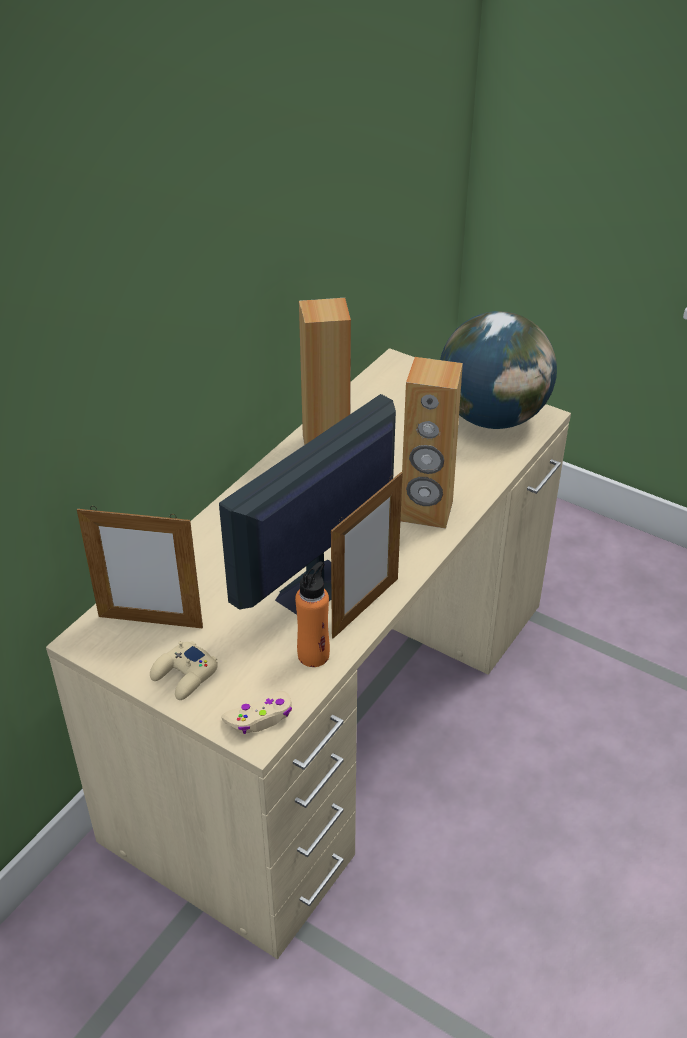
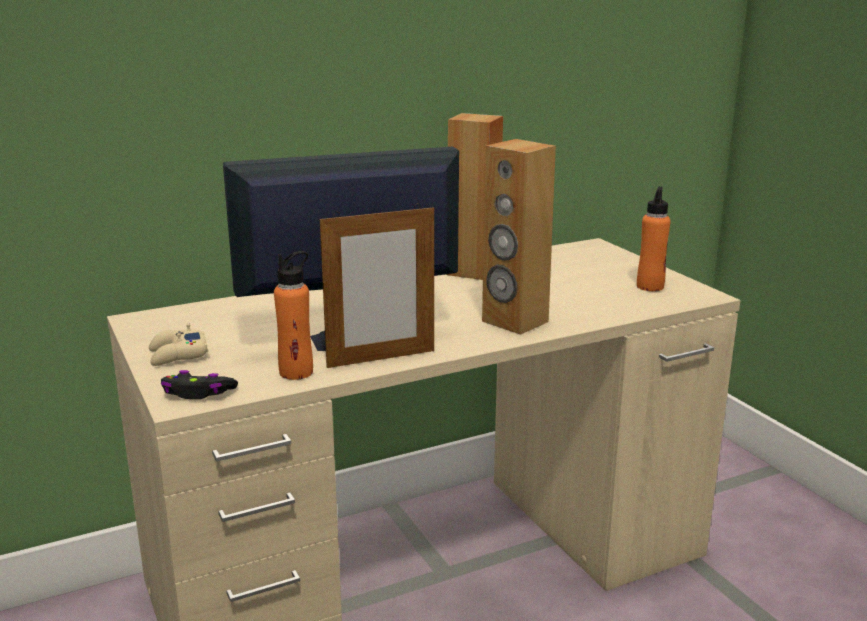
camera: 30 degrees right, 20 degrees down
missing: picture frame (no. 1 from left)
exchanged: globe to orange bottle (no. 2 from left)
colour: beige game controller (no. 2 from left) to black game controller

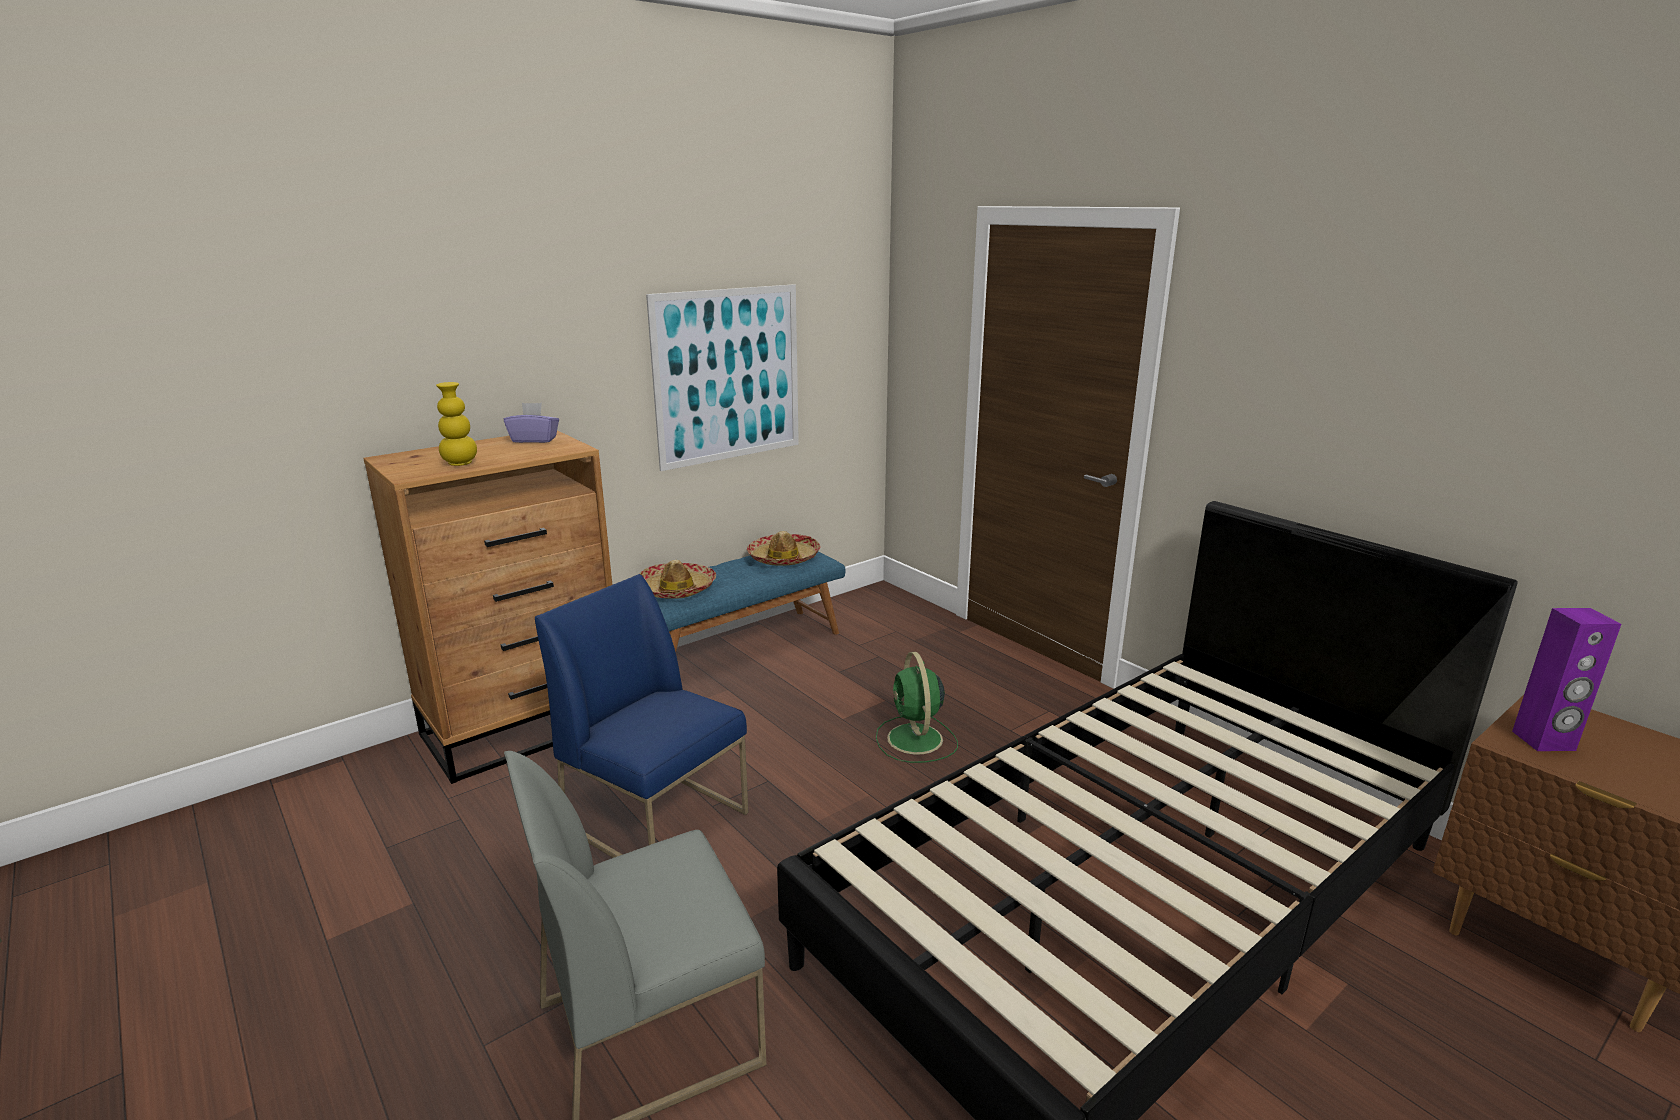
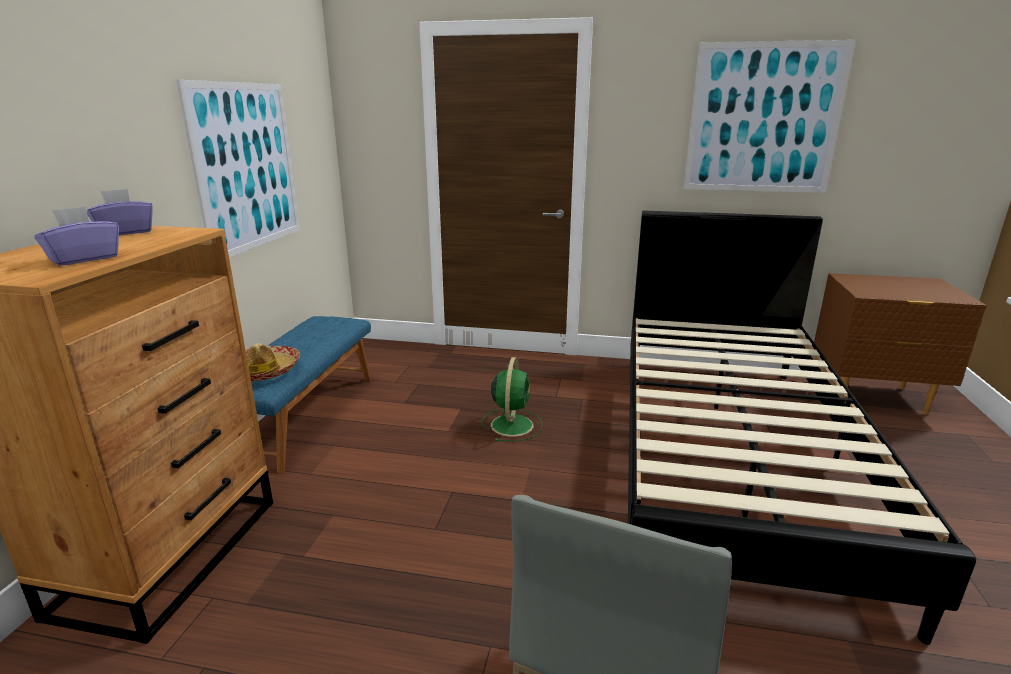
camera: 40 degrees left, 0 degrees up
missing: blue chair; hat (no. 2 from left); purple speaker
appeared: picture (no. 2 from left)
exchanged: yellow vase to purple tissue box (no. 1 from left)
spun: green fan 120 degrees counterclockwise

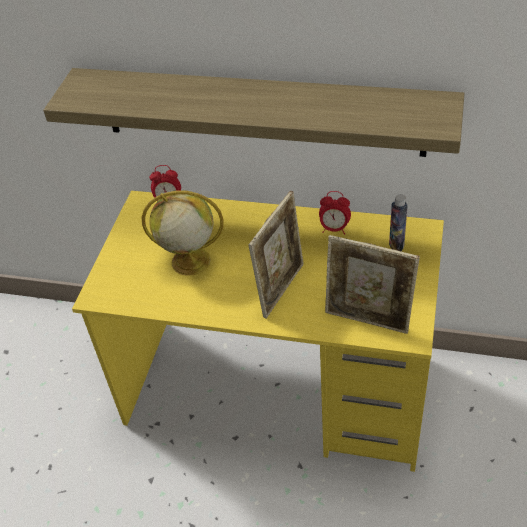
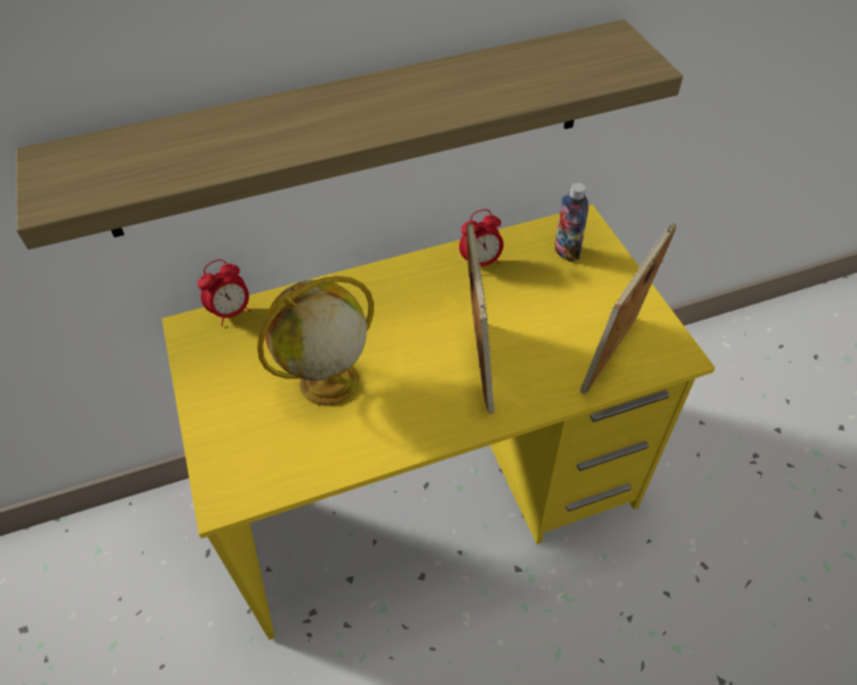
camera: 35 degrees left, 5 degrees up
spun: picture frame (no. 2 from left) 135 degrees clockwise

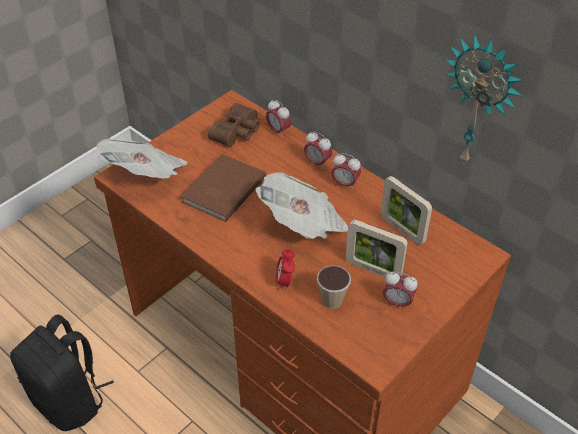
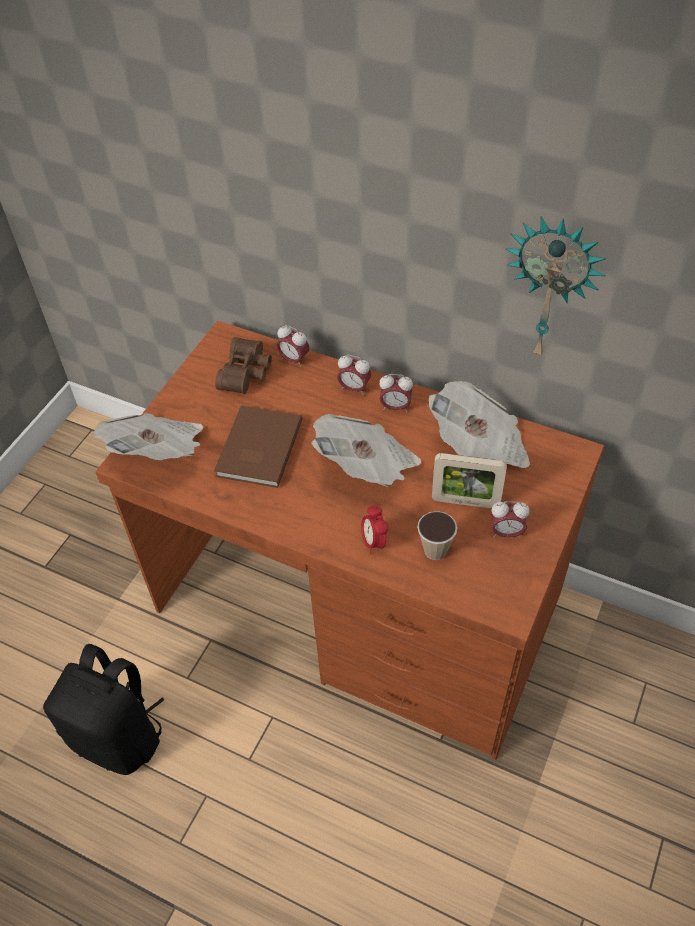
camera: 15 degrees left, 5 degrees up
exchanged: picture frame (no. 2 from left) to newspaper (no. 3 from left)

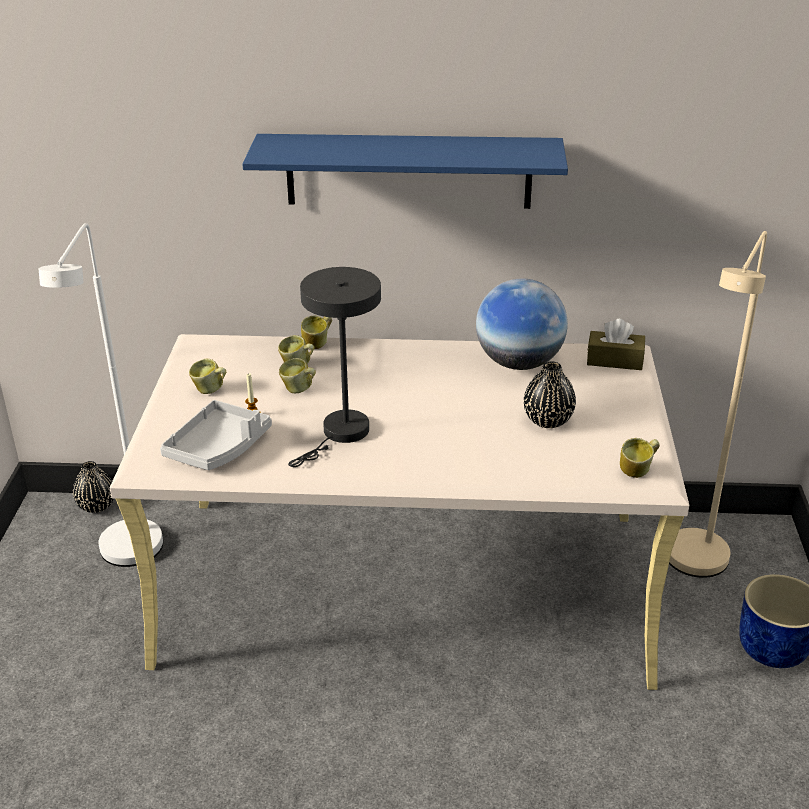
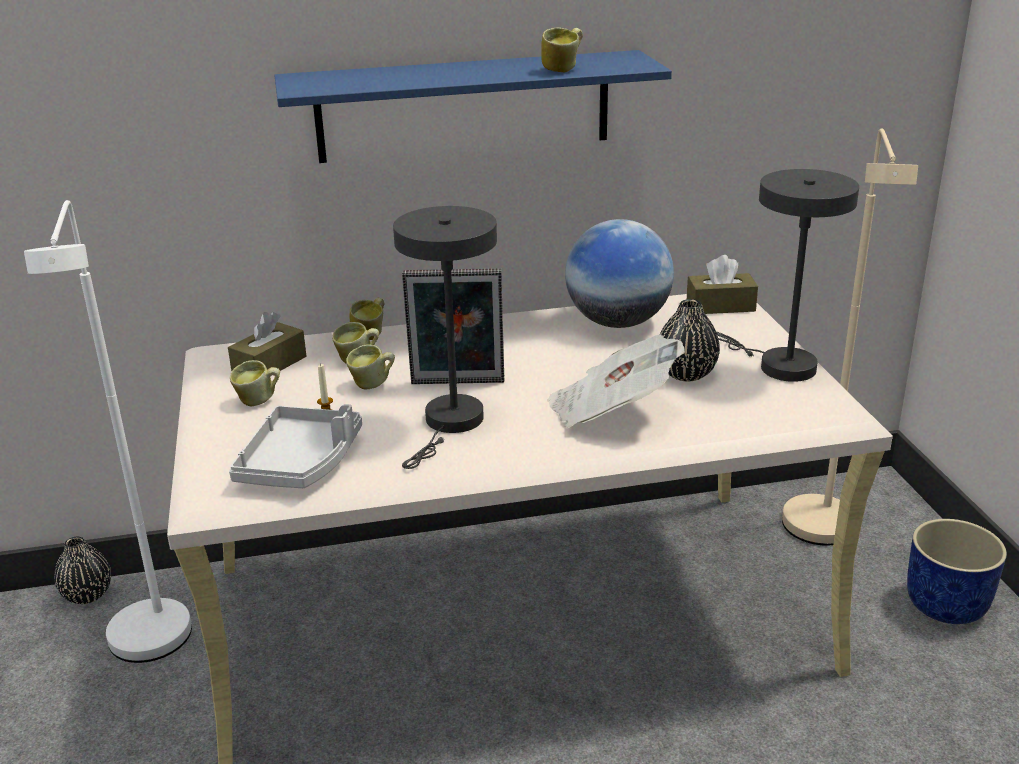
camera: 15 degrees left, 5 degrees down
appeared: brown tissue box (no. 1 from left); picture frame; newspaper; grey table lamp (no. 2 from left)
relocated: mug (no. 5 from left)

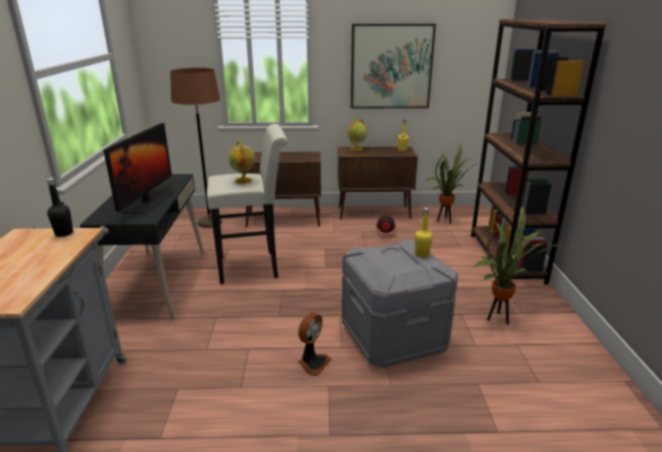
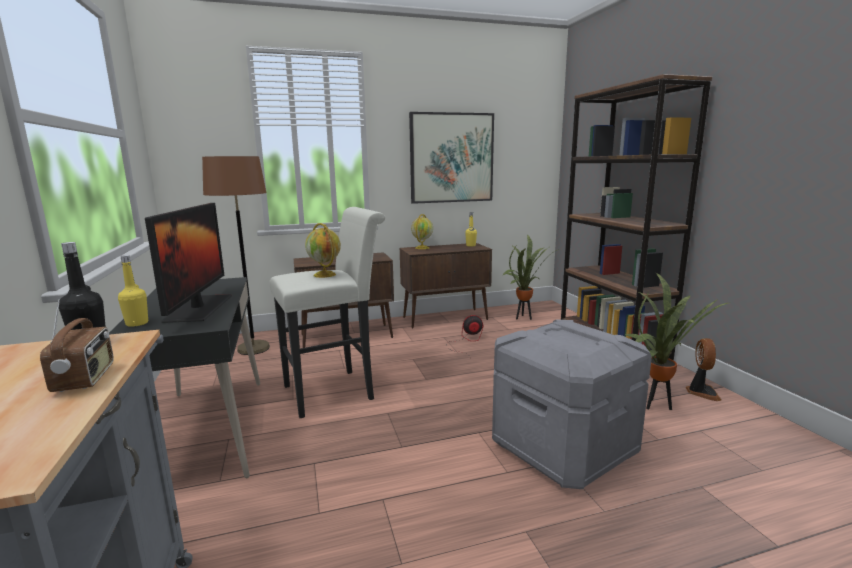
camera: 15 degrees left, 10 degrees down
appeared: radio
relocated: fan (no. 1 from left in the first image) to fan (no. 2 from left); yellow bottle (no. 2 from left in the first image) to yellow bottle (no. 1 from left)

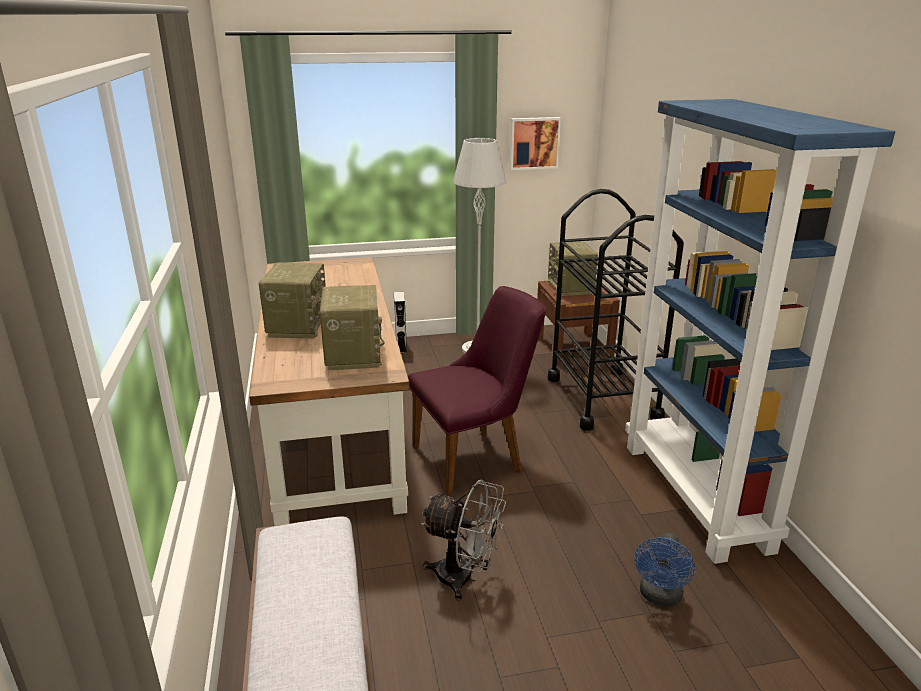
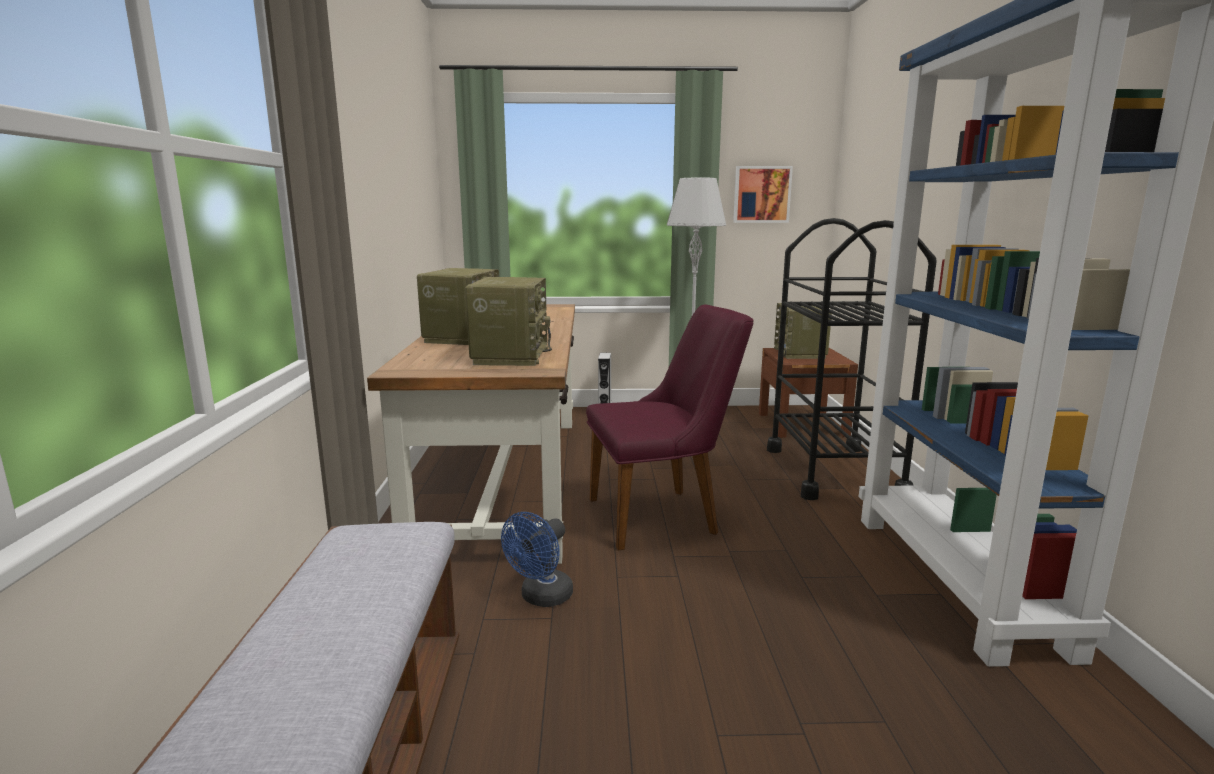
camera: 10 degrees right, 10 degrees down
missing: grey fan
relocated: blue fan

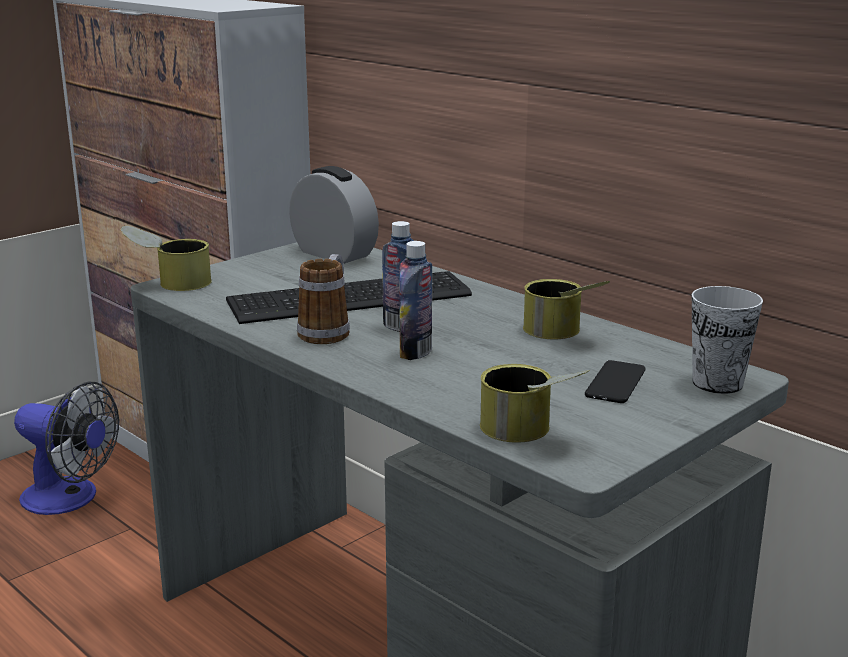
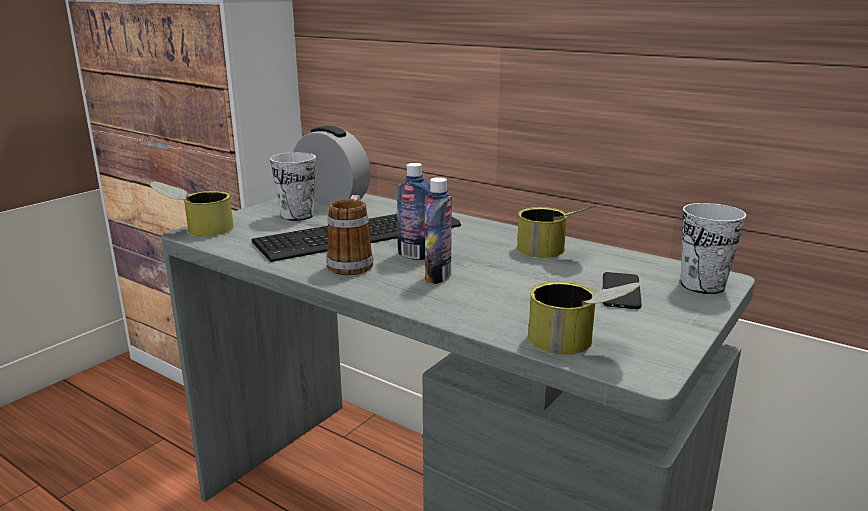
camera: 10 degrees left, 0 degrees up
missing: fan
appeared: cup (no. 1 from left)

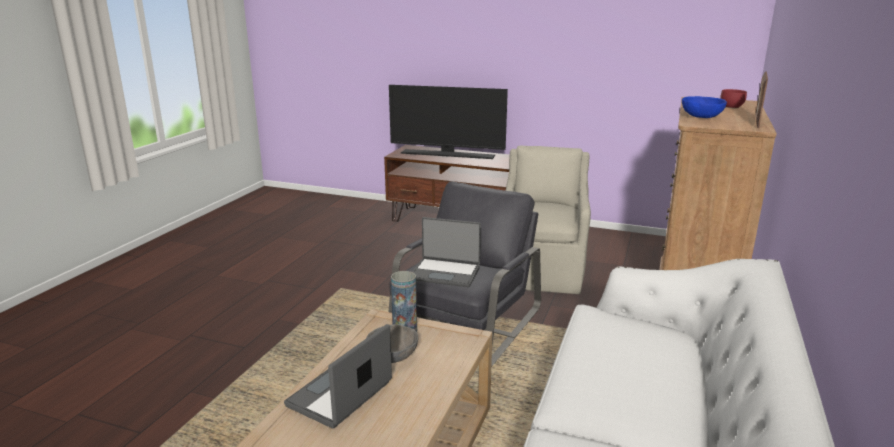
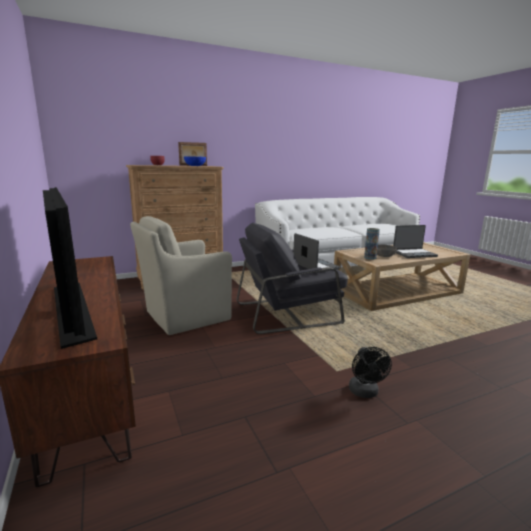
camera: 135 degrees left, 5 degrees down
appeared: black fan

